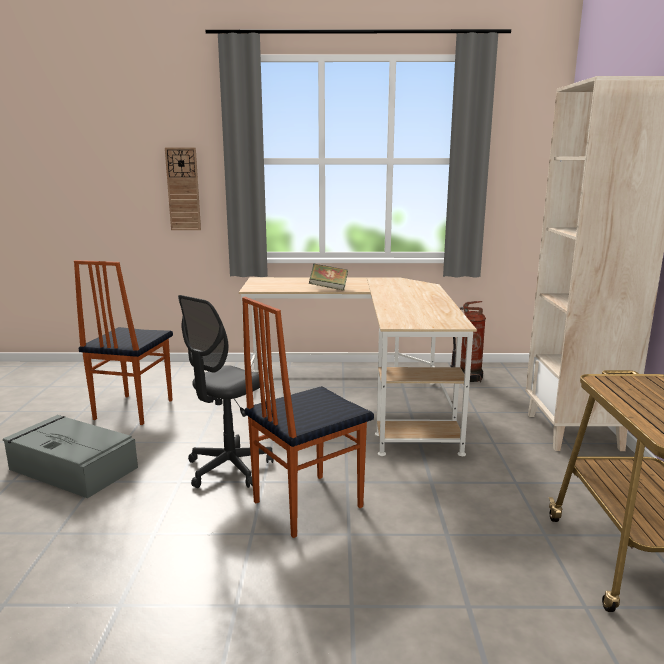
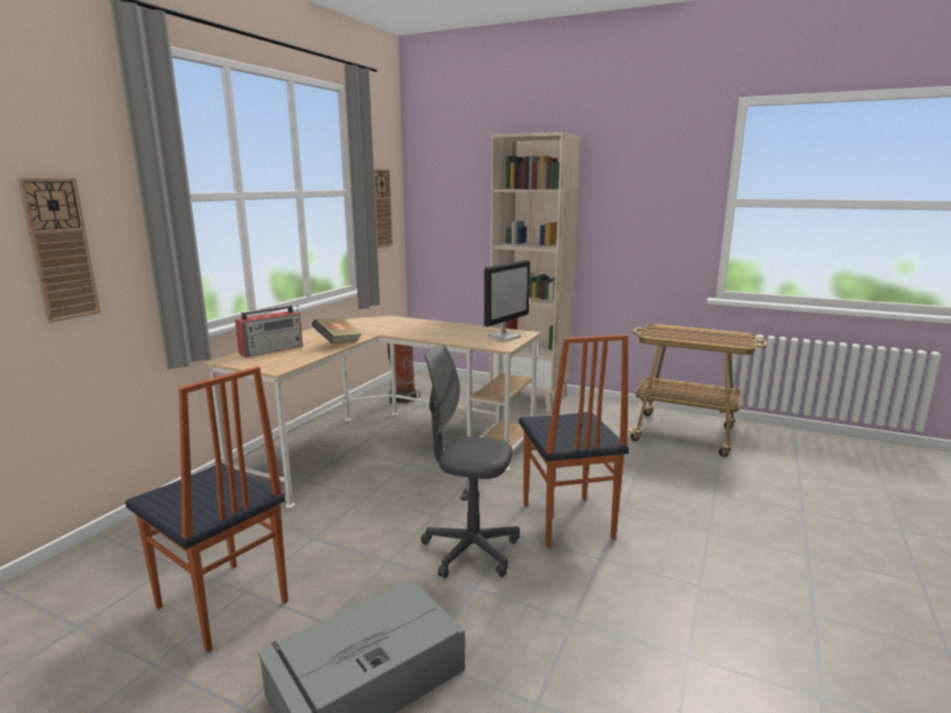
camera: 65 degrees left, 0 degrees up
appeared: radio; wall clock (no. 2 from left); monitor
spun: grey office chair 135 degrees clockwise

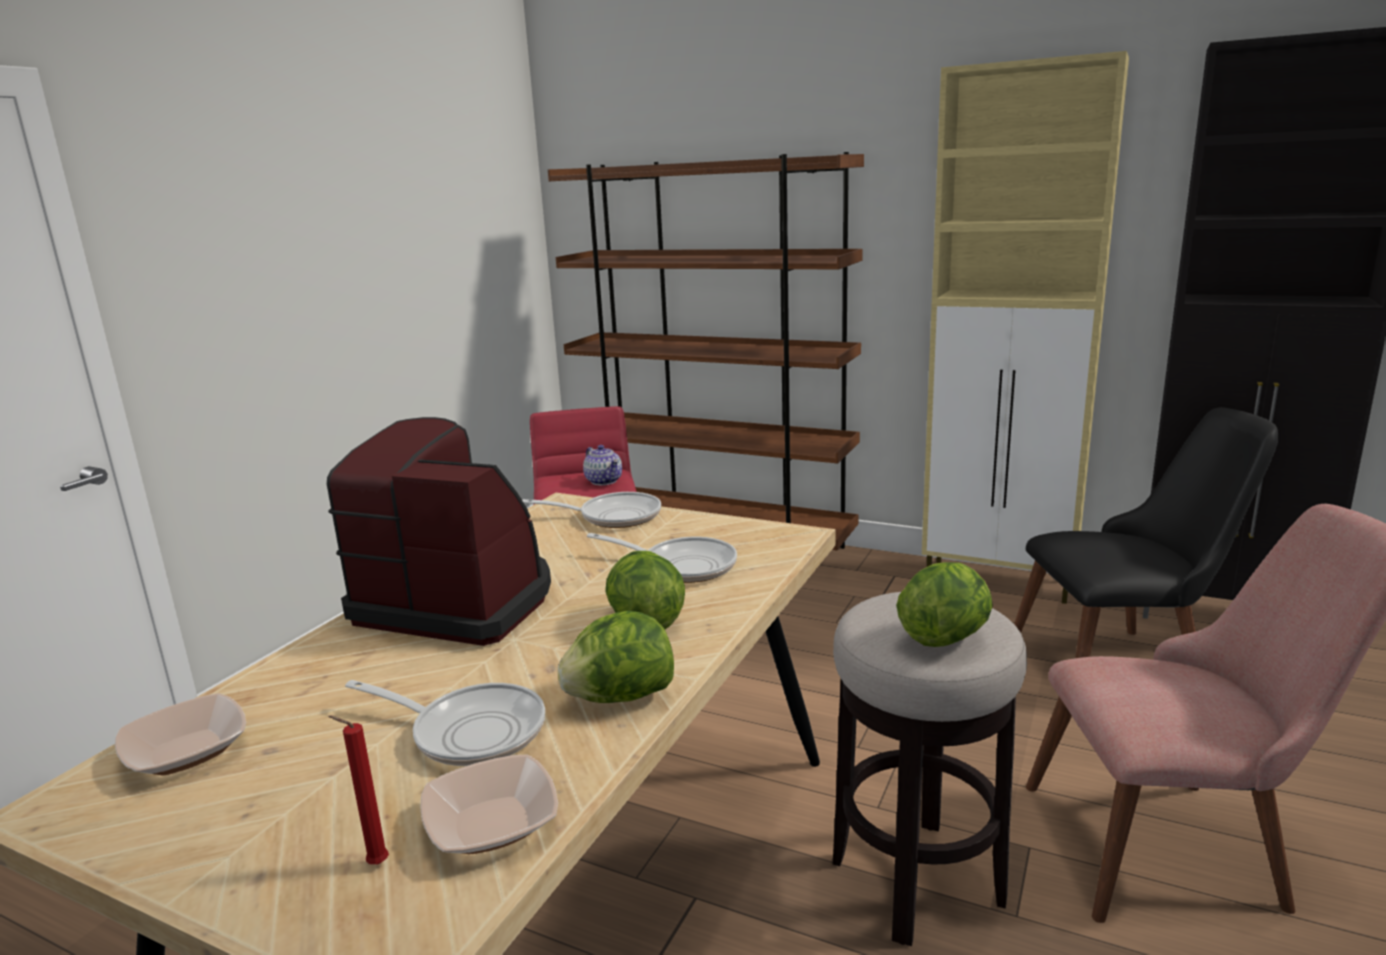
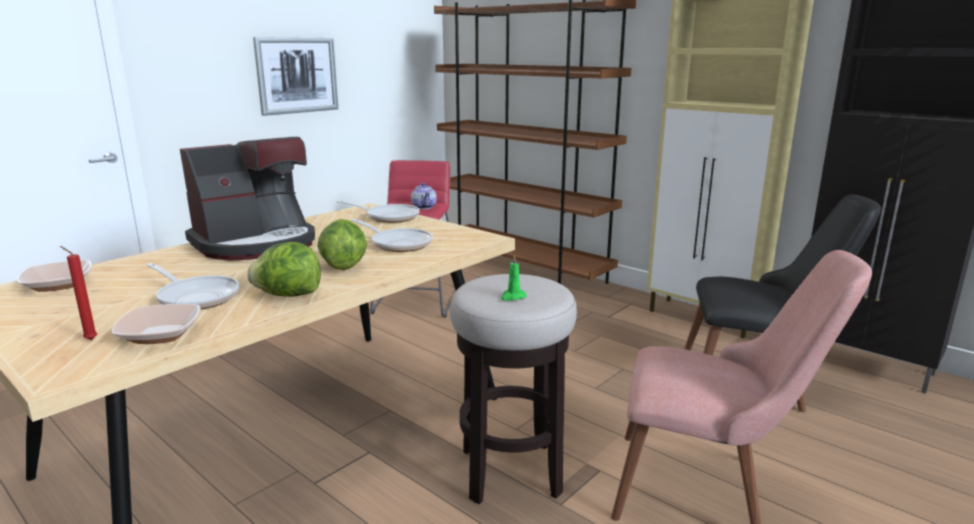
camera: 15 degrees right, 0 degrees up
appeared: picture
exchanged: lettuce (no. 3 from left) to green candle
spun: coffee machine 105 degrees clockwise

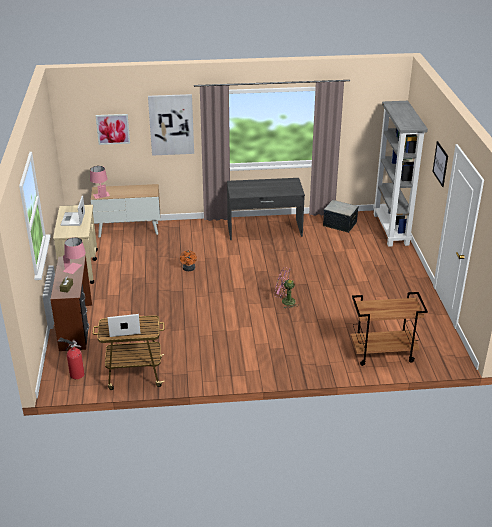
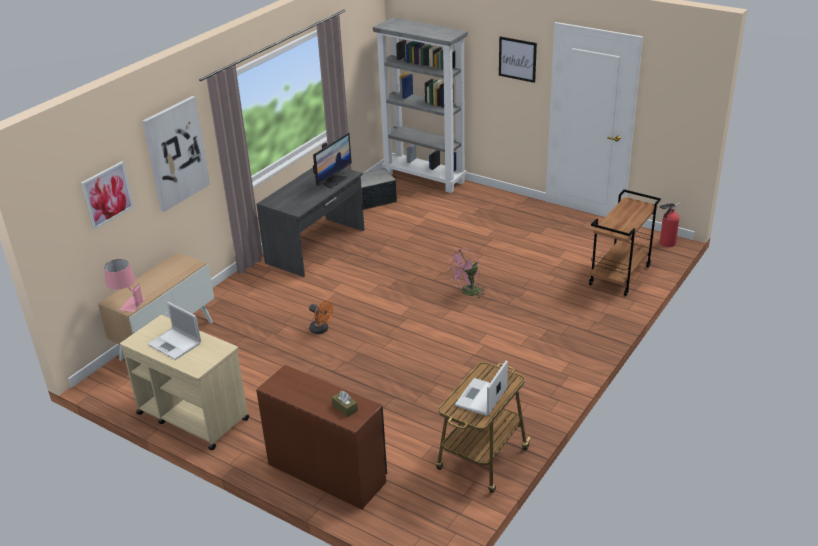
camera: 50 degrees left, 0 degrees up
missing: pink table lamp (no. 1 from left)
appeared: monitor
relocated: fire extinguisher

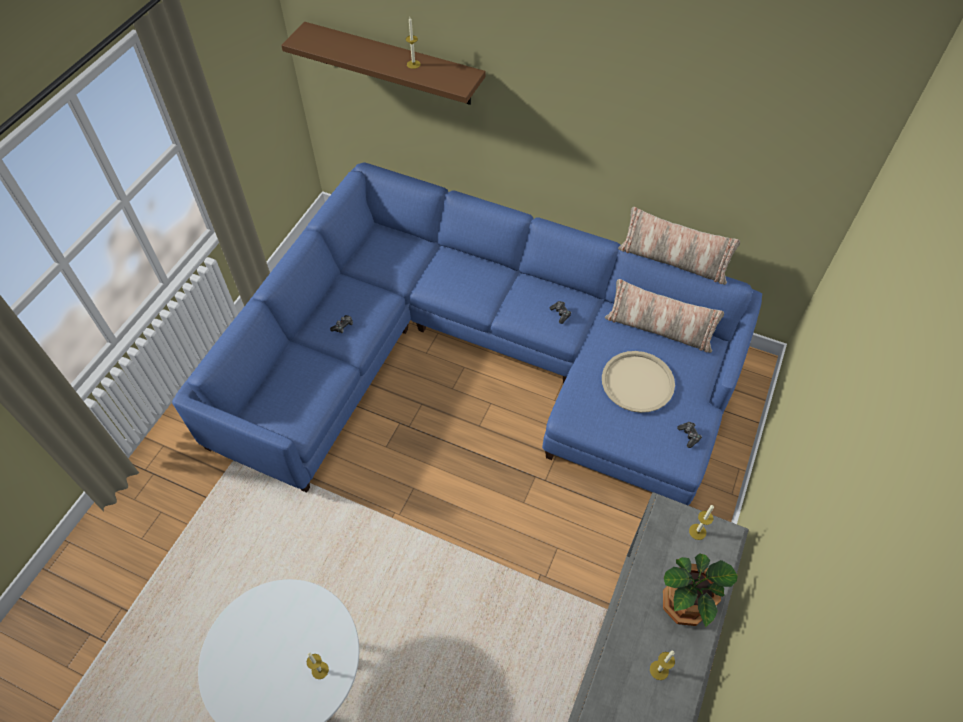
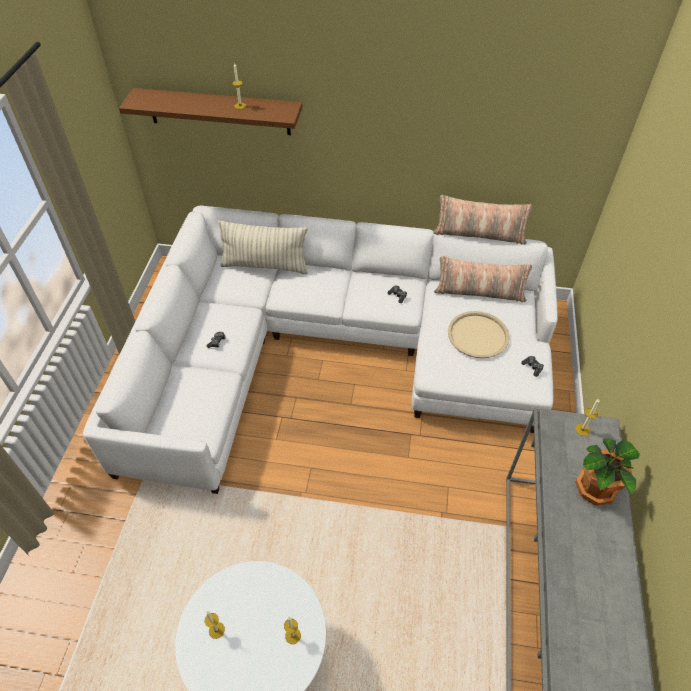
camera: 15 degrees left, 5 degrees down
appeared: pillow (no. 1 from left)
relocated: candle (no. 3 from left in the first image) to candle (no. 1 from left)
colour: blue sofa to white sofa

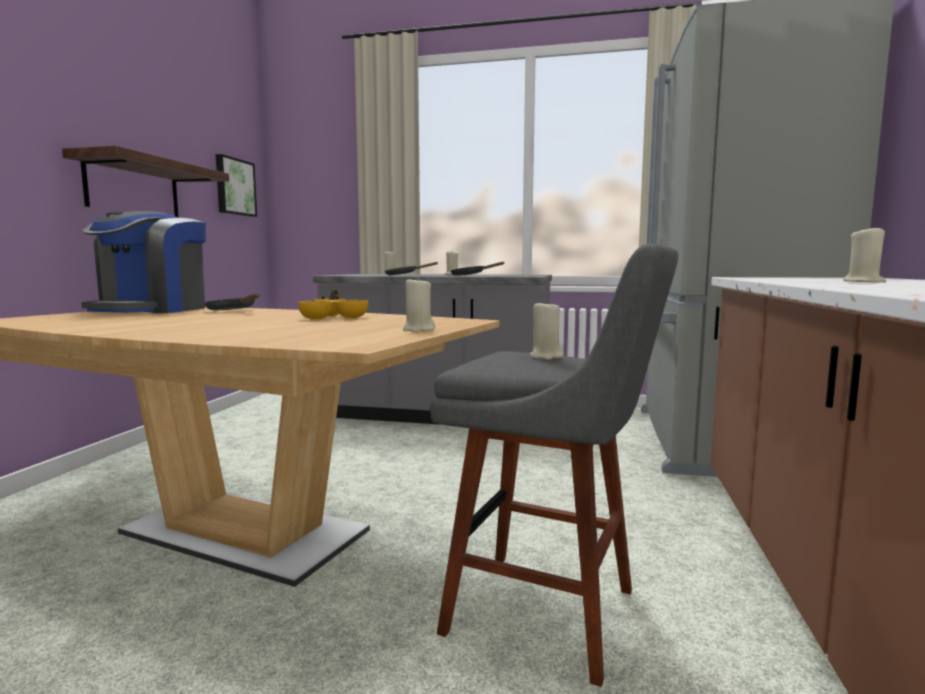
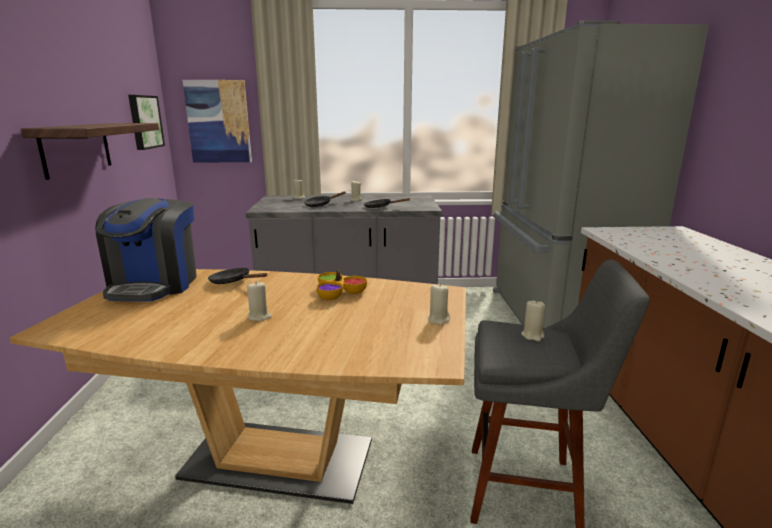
camera: 15 degrees left, 10 degrees up
appeared: picture (no. 2 from left)
relocated: beige candle (no. 5 from left in the first image) to beige candle (no. 1 from left)

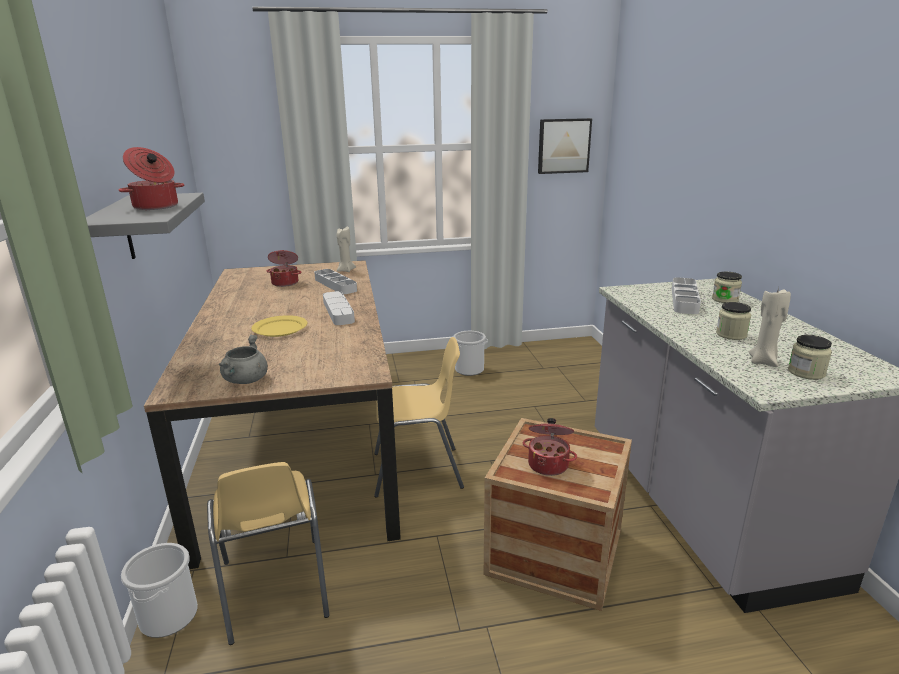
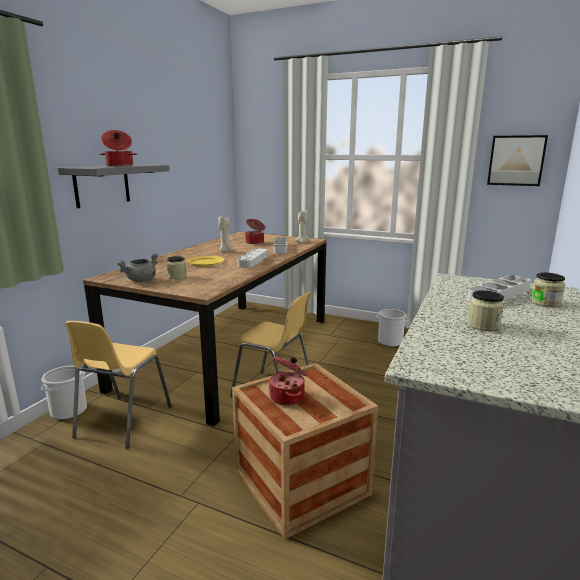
camera: 35 degrees right, 5 degrees down
relocated: beige candle (no. 2 from left in the first image) to beige candle (no. 1 from left); jar (no. 3 from left in the first image) to jar (no. 1 from left)

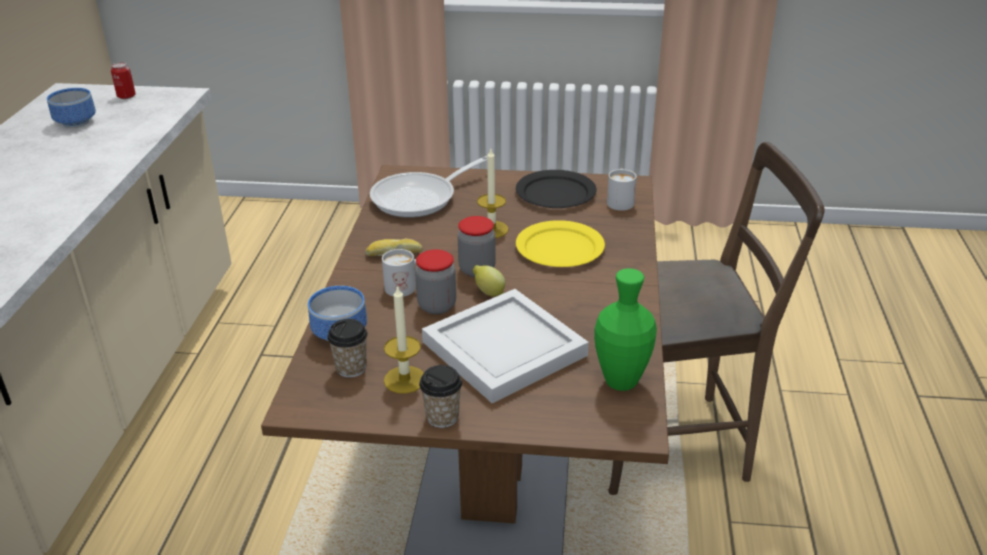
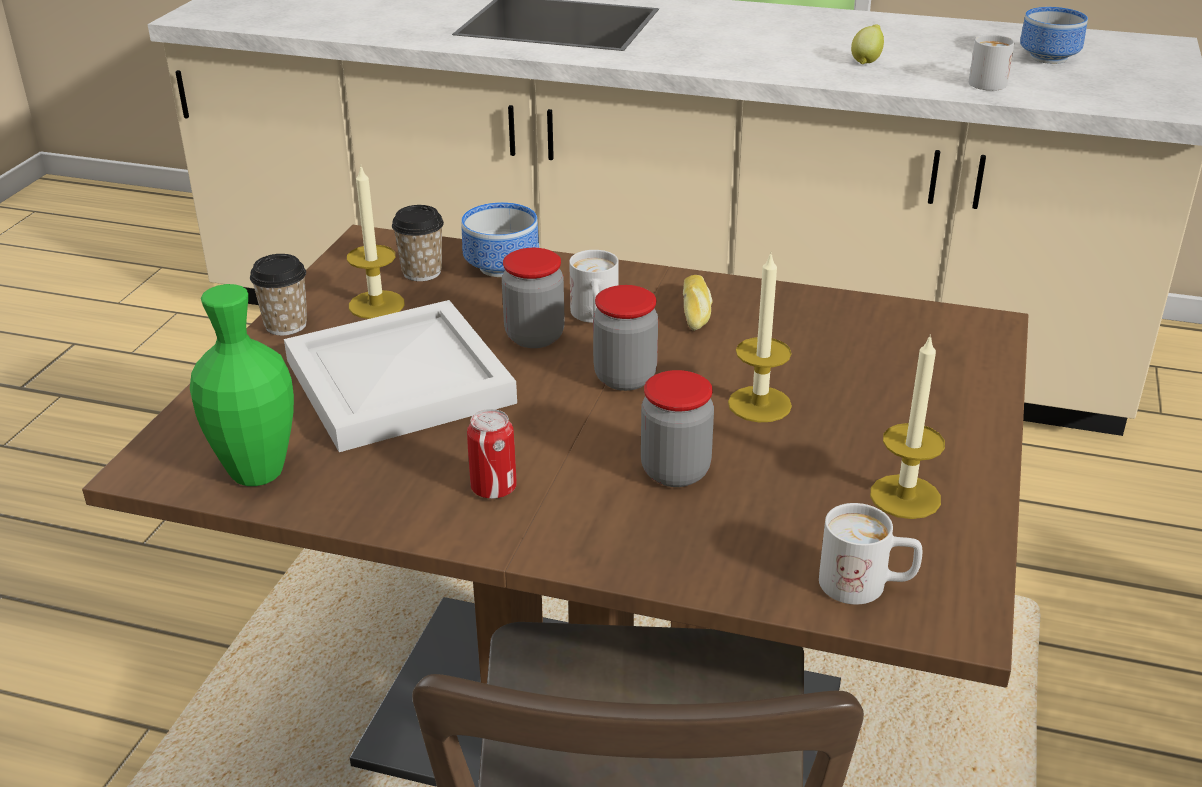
camera: 100 degrees right, 0 degrees up
missing: frying pan
appeared: white mug (no. 3 from left)
relocated: can; lemon
exchanged: black plate to candle (no. 3 from left); yellow plate to jar (no. 3 from left)

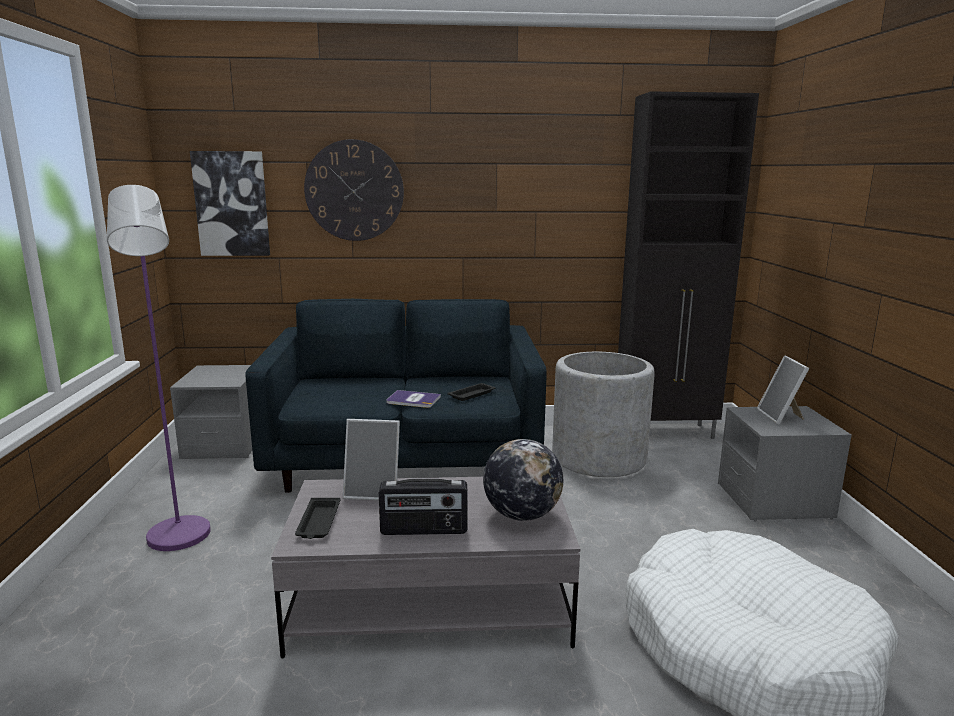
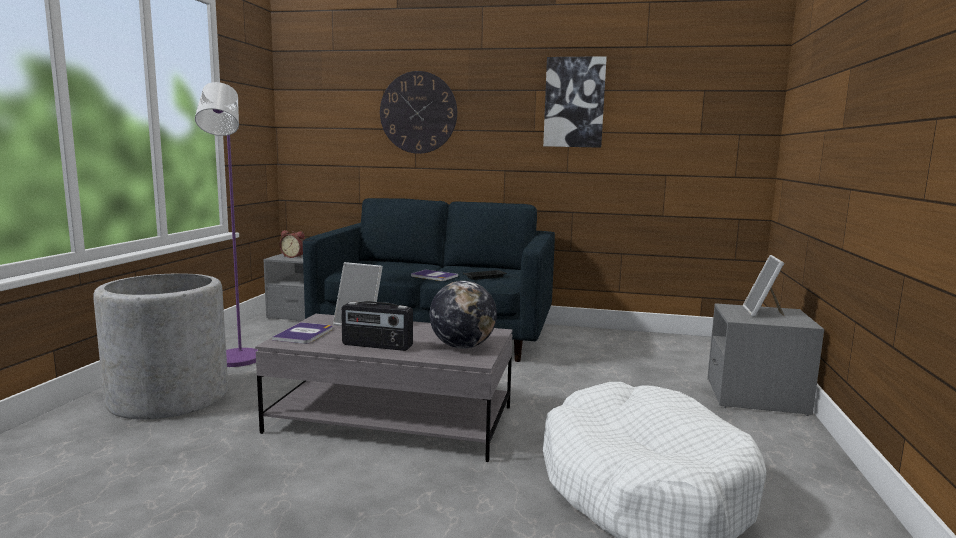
camera: 15 degrees right, 5 degrees down
missing: black cabinet
appeared: alarm clock
relocated: picture; grey planter
exchanged: black tray (no. 1 from left) to book (no. 1 from left)

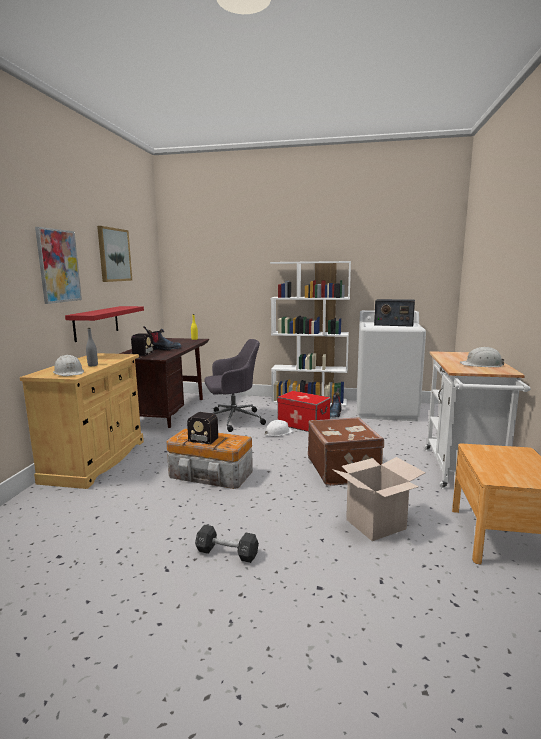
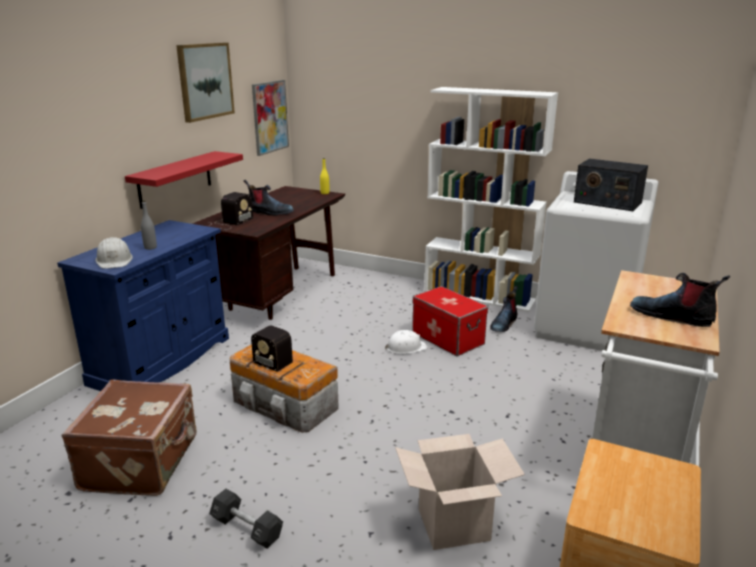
camera: 15 degrees right, 10 degrees up
missing: grey office chair
relocated: picture (no. 1 from left in the first image) to picture (no. 2 from left); brown suitcase
exchanged: white hard hat (no. 3 from left) to boot (no. 3 from left)
colour: beige cabinet to blue cabinet

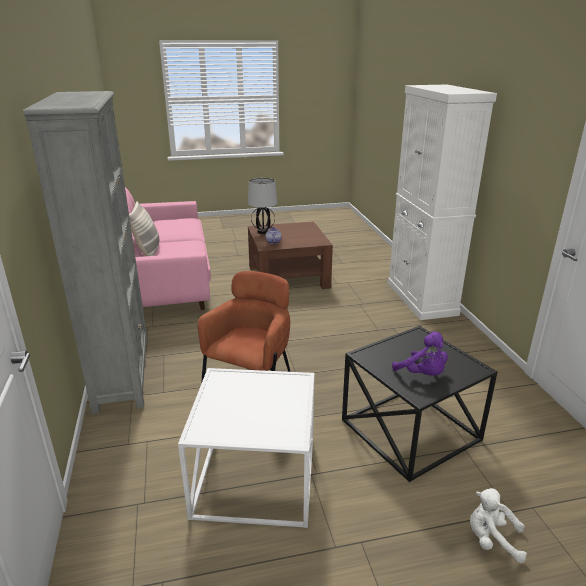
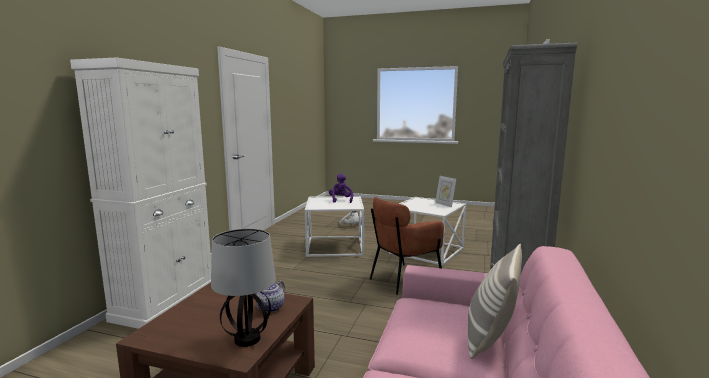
camera: 150 degrees left, 15 degrees down
appeared: picture frame
colour: black side table to white side table (no. 1 from left)

